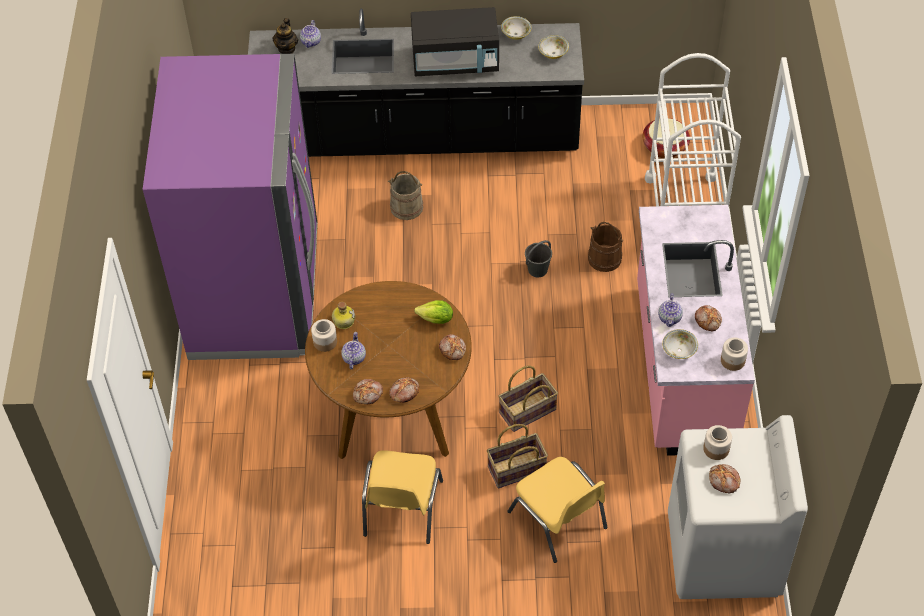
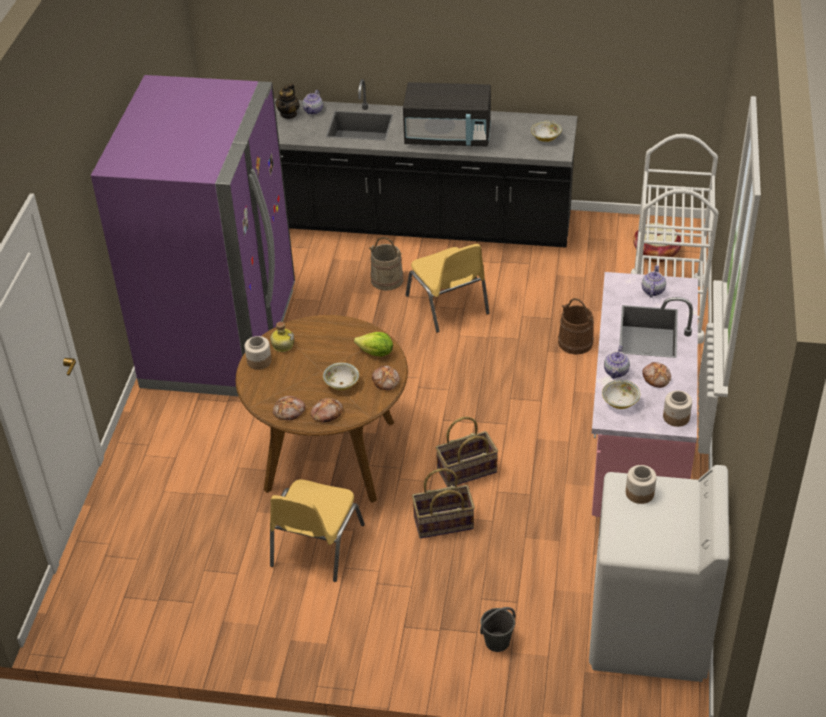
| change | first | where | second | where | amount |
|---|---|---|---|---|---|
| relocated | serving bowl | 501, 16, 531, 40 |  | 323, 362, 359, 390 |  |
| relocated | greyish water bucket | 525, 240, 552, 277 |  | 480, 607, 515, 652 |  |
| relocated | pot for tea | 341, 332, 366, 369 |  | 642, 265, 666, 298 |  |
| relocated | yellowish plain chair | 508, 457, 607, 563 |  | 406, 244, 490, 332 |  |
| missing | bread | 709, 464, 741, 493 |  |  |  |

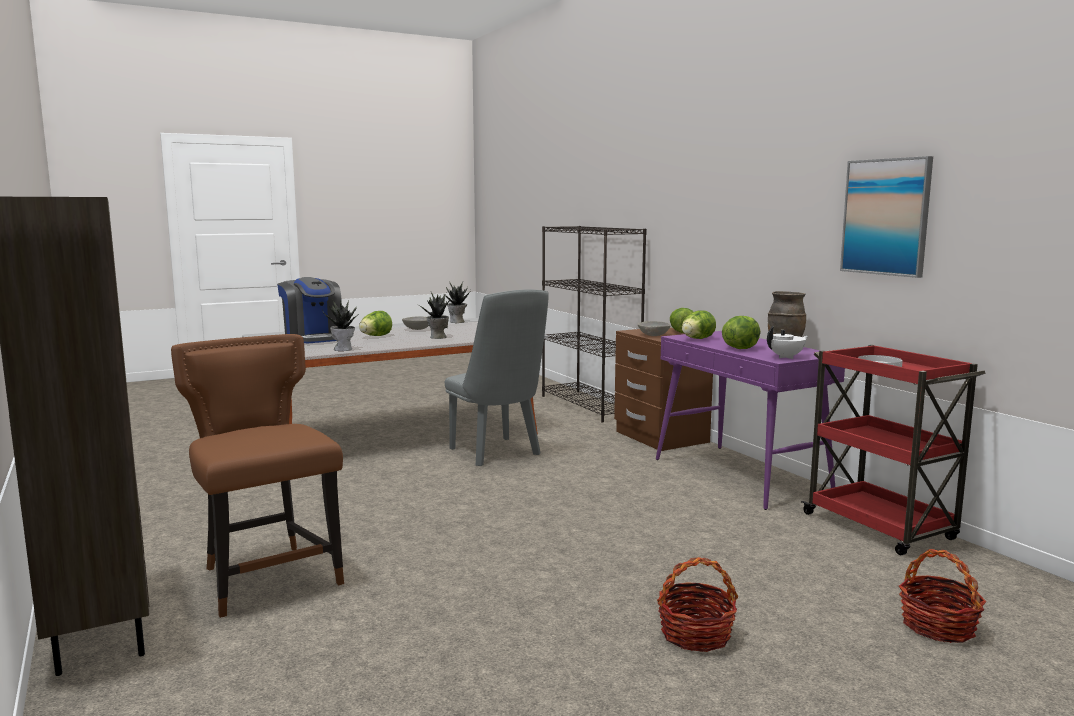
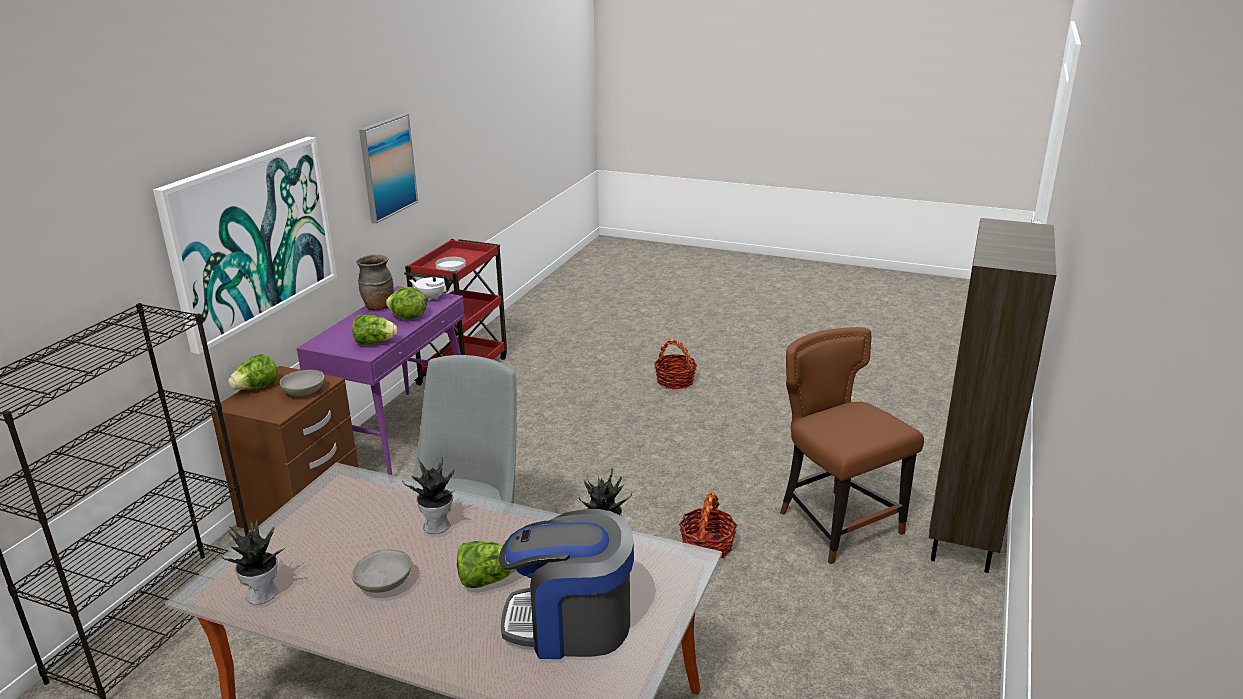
| change | first | where | second | where | amount |
|---|---|---|---|---|---|
| spun | coffee brewer | 277, 277, 342, 343 |  | 499, 509, 634, 659 | 105 degrees counterclockwise |
| spun | brown plain chair | 171, 334, 344, 618 |  | 780, 327, 924, 564 | 135 degrees clockwise |
| relocated | storage basket | 899, 549, 986, 643 |  | 679, 492, 737, 559 |  |
| appeared |  |  | wall art | 153, 137, 337, 354 |  |

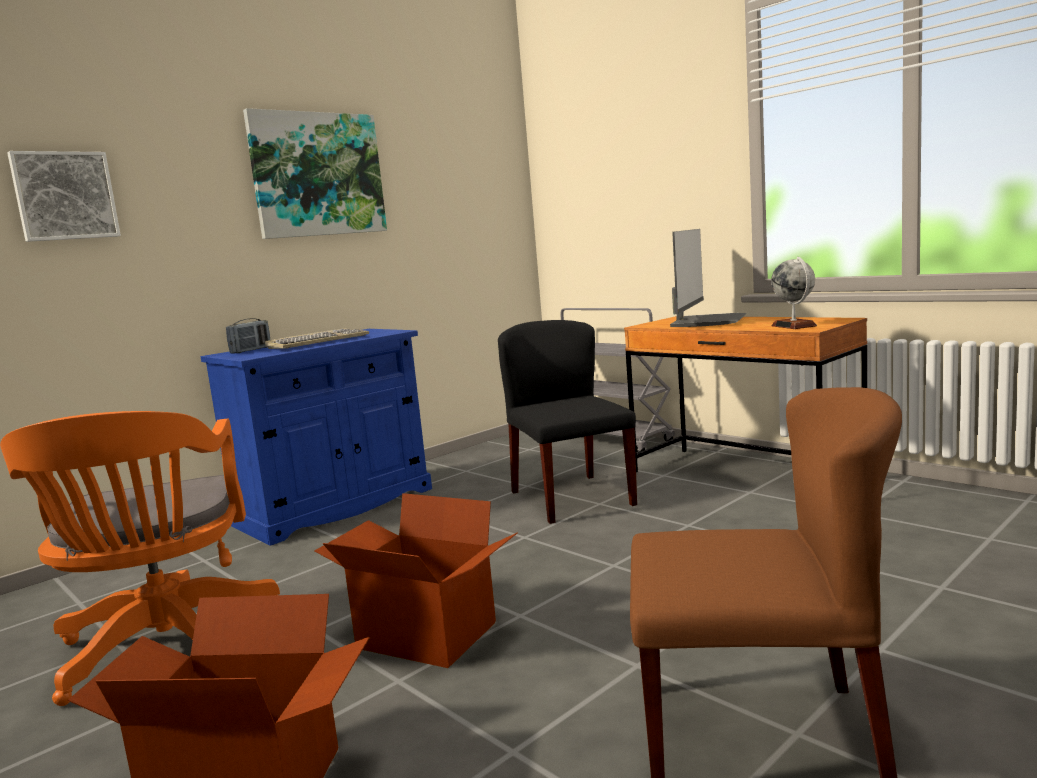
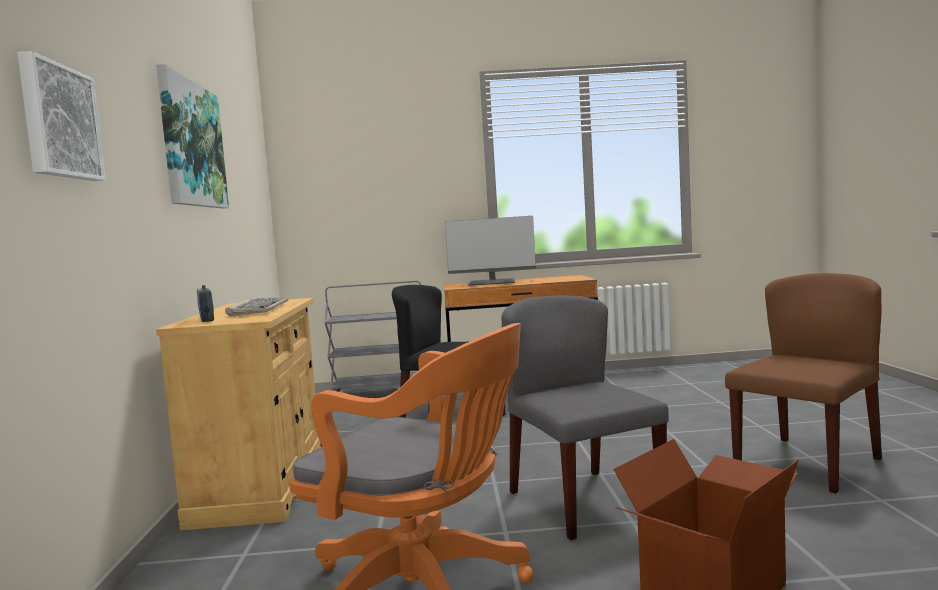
| change | first | where | second | where | amount |
|---|---|---|---|---|---|
| spun | monitor | 670, 229, 747, 327 |  | 445, 216, 536, 286 | 120 degrees clockwise |
| missing | desk globe | 771, 257, 817, 329 |  |  |  |
| colour | blue-coloured cupboard | 201, 329, 432, 546 | beige cupboard | 156, 298, 322, 531 |  |
| exchanged | carton | 314, 493, 517, 668 | greyish plain chair | 502, 295, 669, 540 |  |

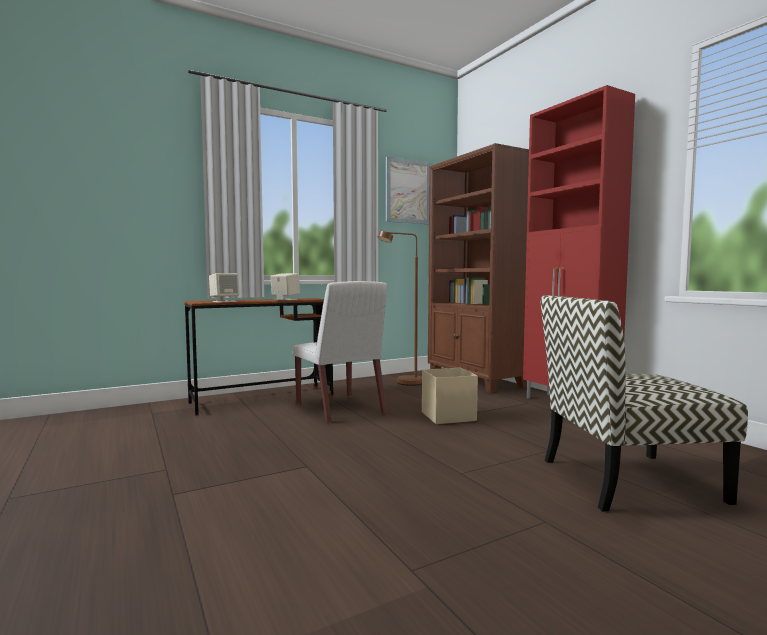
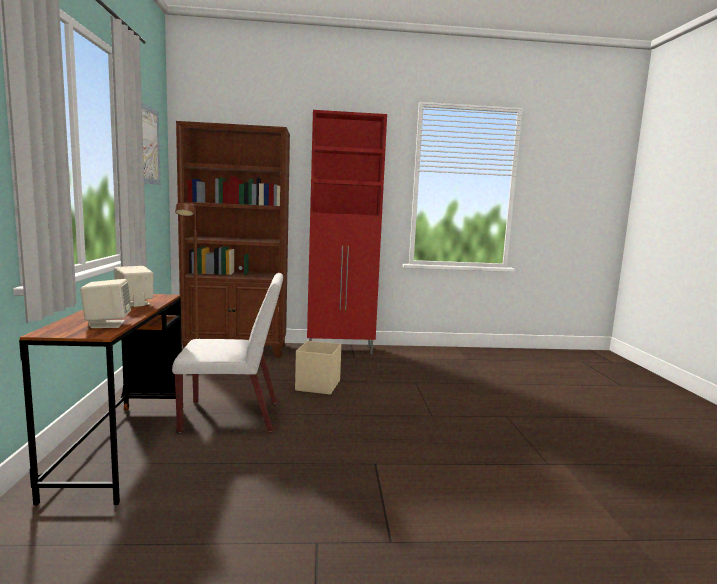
| change | first | where | second | where | amount |
|---|---|---|---|---|---|
| missing | plain chair | 541, 295, 748, 512 |  |  |  |

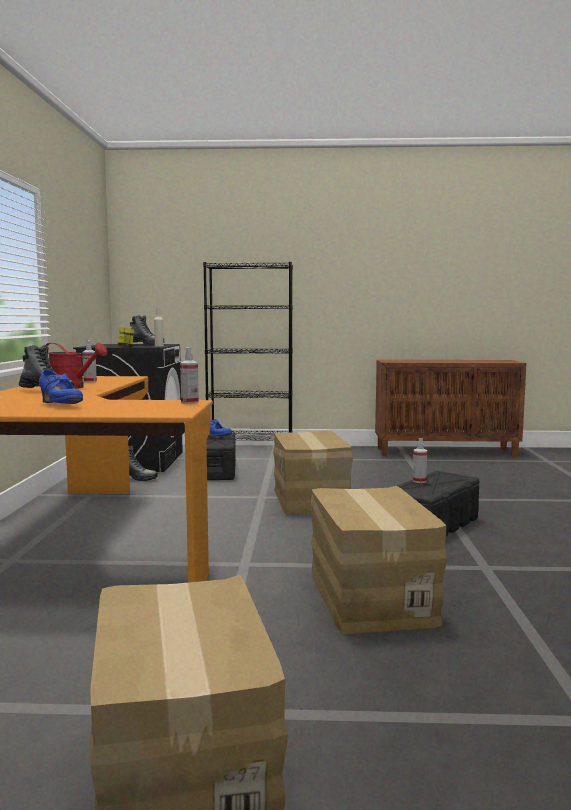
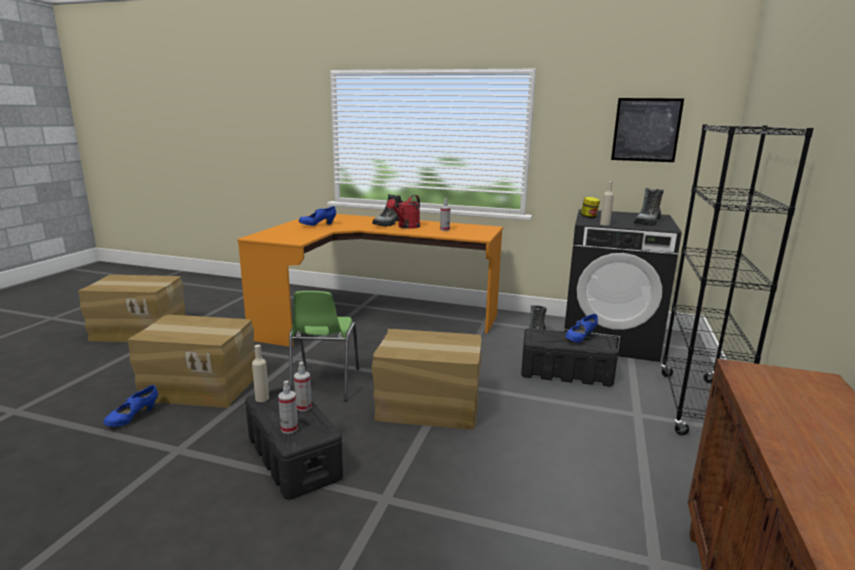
| change | first | where | second | where | amount |
|---|---|---|---|---|---|
| relocated | sprayer | 180, 347, 199, 404 |  | 278, 380, 298, 434 |  |
| appeared |  |  | wall art | 611, 98, 684, 162 |  |
| appeared |  |  | green plain chair | 289, 291, 359, 401 |  |
| appeared |  |  | beige beverage bottle | 252, 345, 269, 402 |  |
| appeared |  |  | blue-coloured item of footwear | 103, 385, 158, 427 |  |

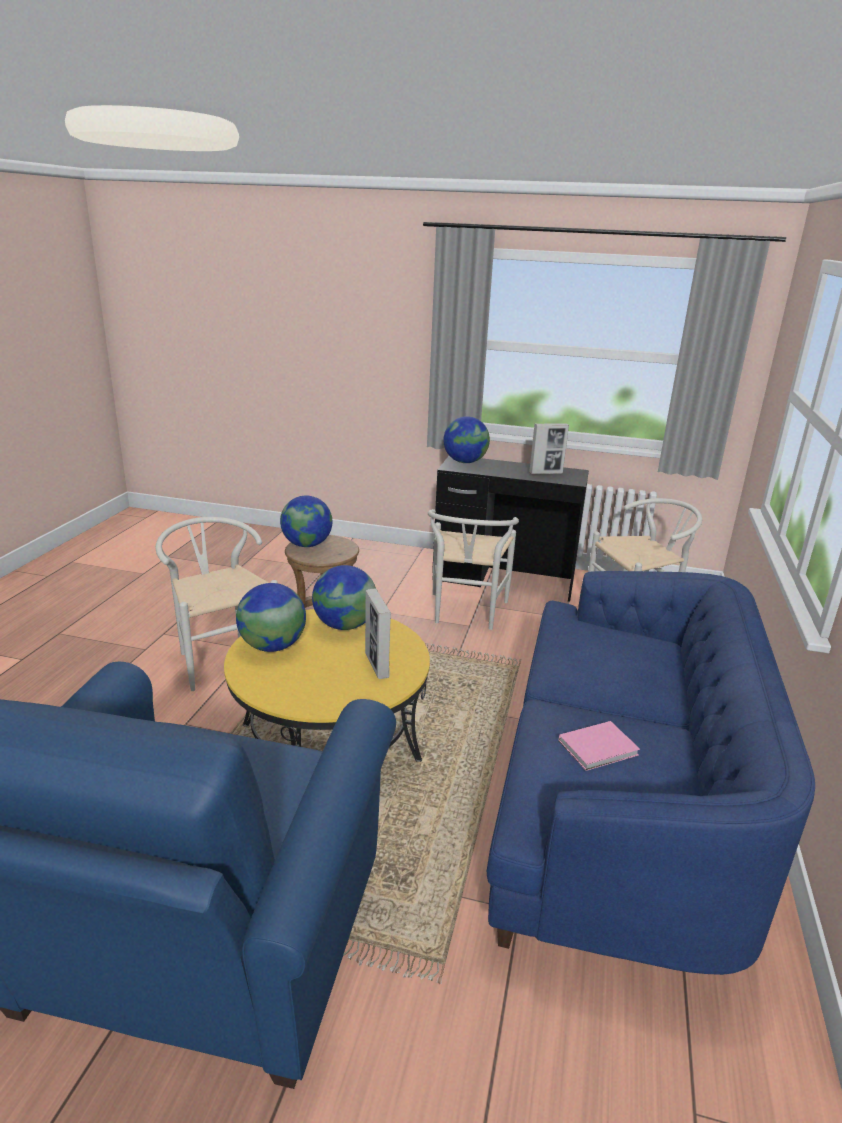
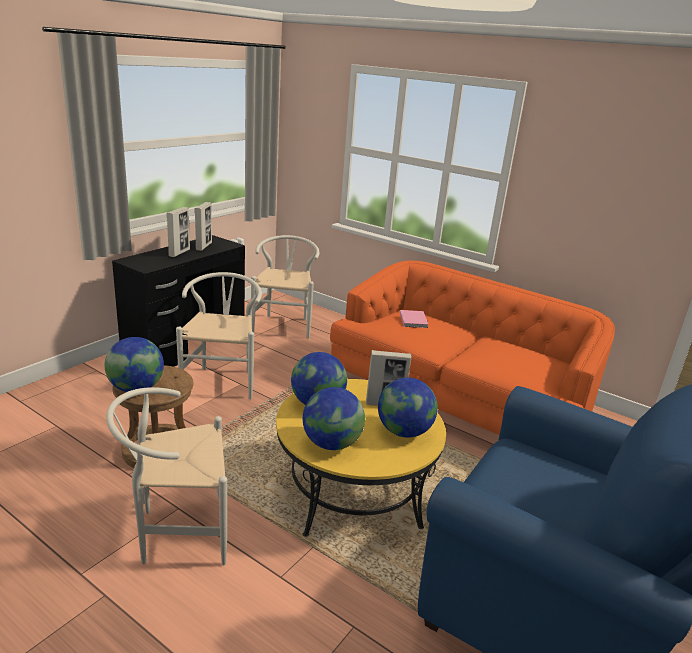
| change | first | where | second | where | amount |
|---|---|---|---|---|---|
| relocated | desk globe | 443, 416, 490, 463 |  | 378, 378, 438, 438 |  |
| spun | white plain chair | 428, 509, 519, 630 |  | 176, 272, 262, 399 | 120 degrees counterclockwise |
| colour | blue-coloured settee | 487, 571, 815, 975 | orange settee | 330, 261, 615, 435 |  |
| relocated | pink volume | 559, 721, 640, 771 |  | 400, 310, 429, 328 |  |
| appeared |  |  | standing frame | 166, 207, 190, 257 |  |

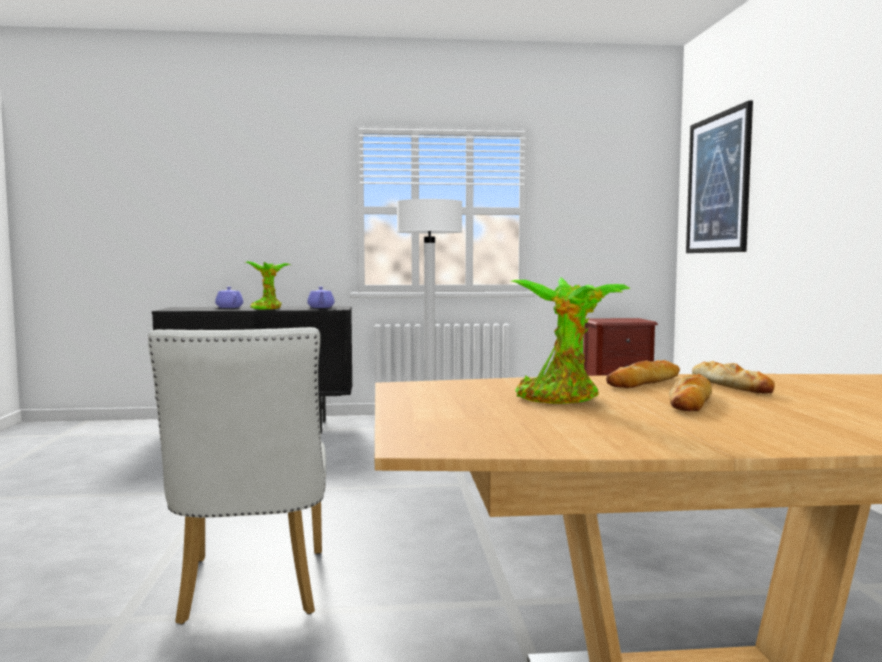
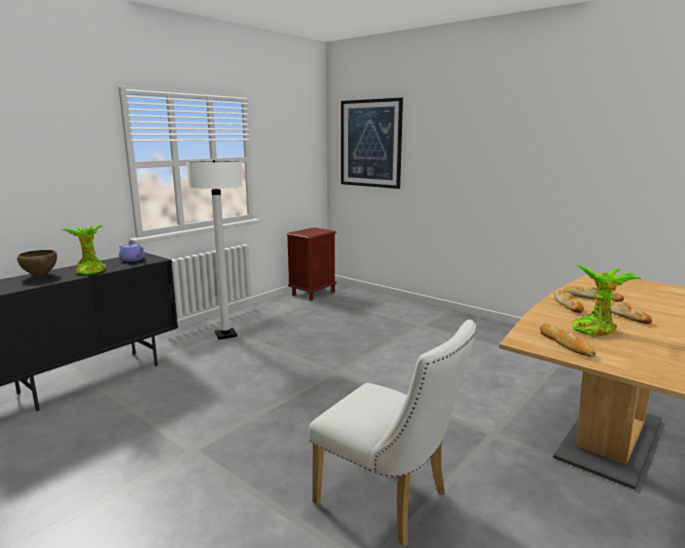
| change | first | where | second | where | amount |
|---|---|---|---|---|---|
| exchanged | purplish pot for tea | 215, 287, 243, 308 | brown serving bowl | 17, 250, 57, 276 |  |
| appeared |  |  | bread | 540, 324, 596, 357 |  |

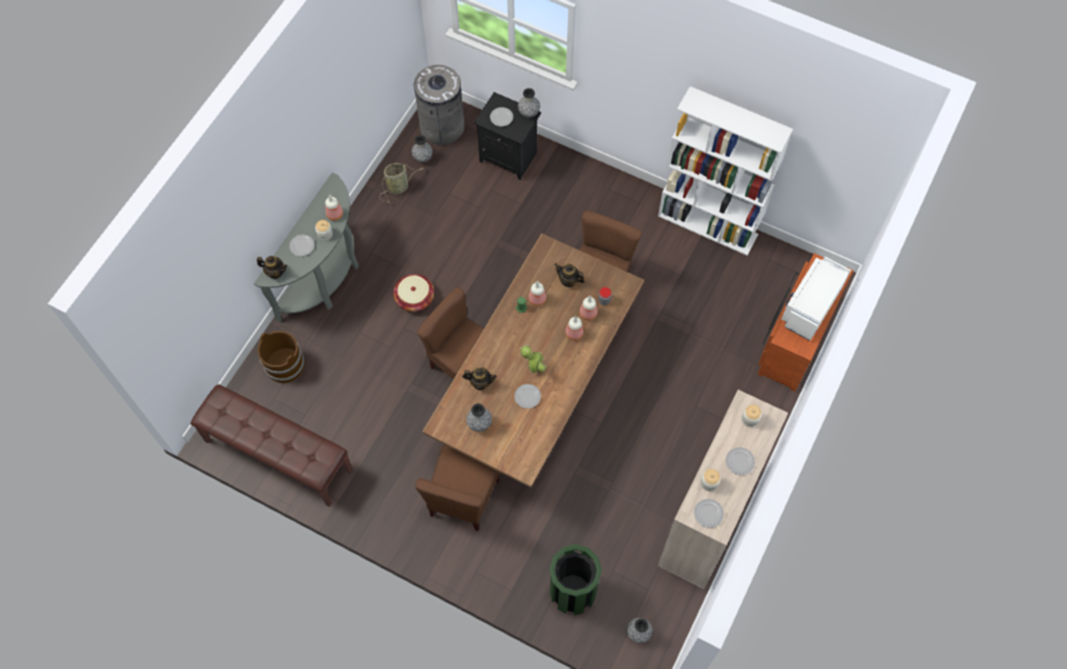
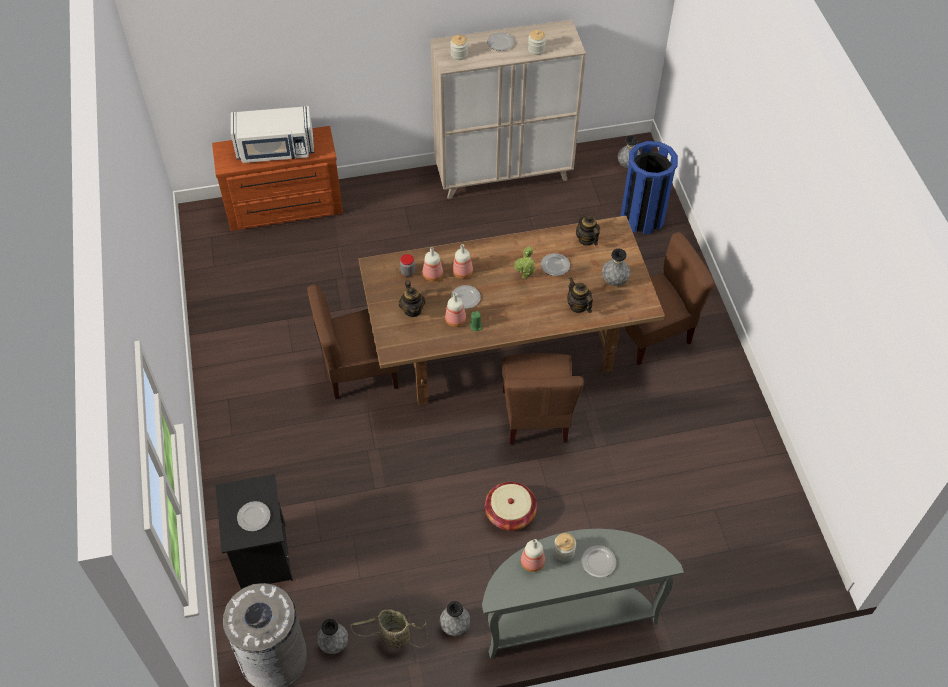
| change | first | where | second | where | amount |
|---|---|---|---|---|---|
| missing | white bookcase | 658, 86, 793, 256 |  |  |  |
| relocated | greyish vase | 518, 88, 540, 117 |  | 440, 601, 471, 636 |  |
| relocated | pot for tea | 257, 256, 287, 279 |  | 576, 211, 600, 246 |  |
| missing | brown water bucket | 258, 331, 304, 383 |  |  |  |
| missing | brown long seat | 191, 384, 353, 507 |  |  |  |
| relocated | dinner plate | 694, 499, 724, 528 |  | 451, 285, 481, 309 |  |
| colour | green rubbish bin | 549, 544, 602, 615 | blue-coloured rubbish bin | 621, 141, 678, 234 |  |

